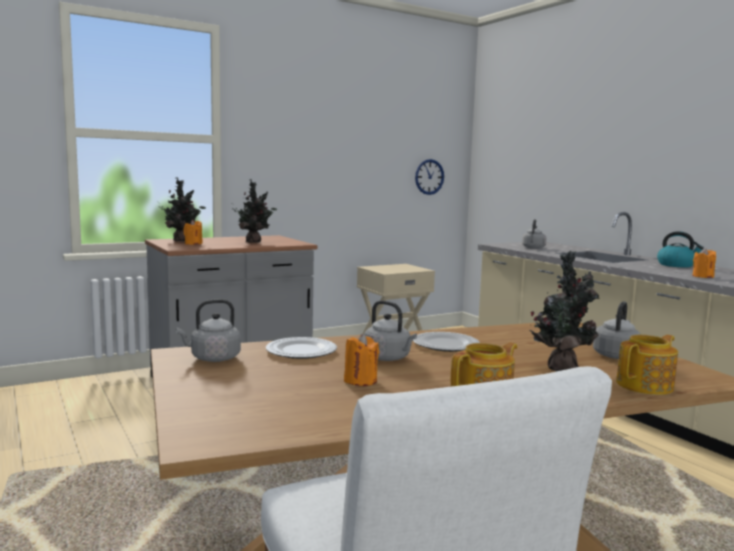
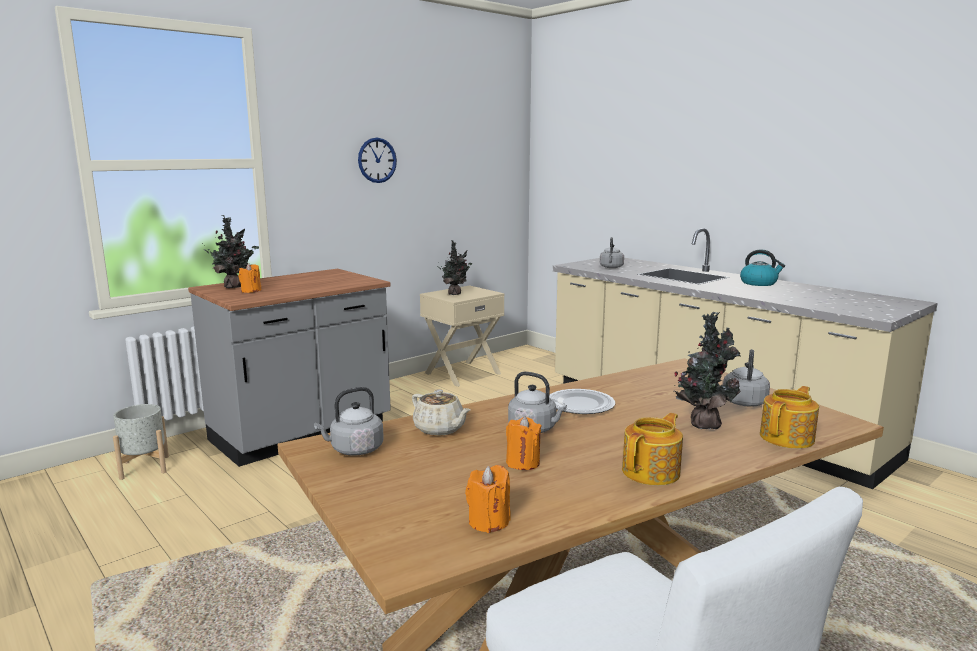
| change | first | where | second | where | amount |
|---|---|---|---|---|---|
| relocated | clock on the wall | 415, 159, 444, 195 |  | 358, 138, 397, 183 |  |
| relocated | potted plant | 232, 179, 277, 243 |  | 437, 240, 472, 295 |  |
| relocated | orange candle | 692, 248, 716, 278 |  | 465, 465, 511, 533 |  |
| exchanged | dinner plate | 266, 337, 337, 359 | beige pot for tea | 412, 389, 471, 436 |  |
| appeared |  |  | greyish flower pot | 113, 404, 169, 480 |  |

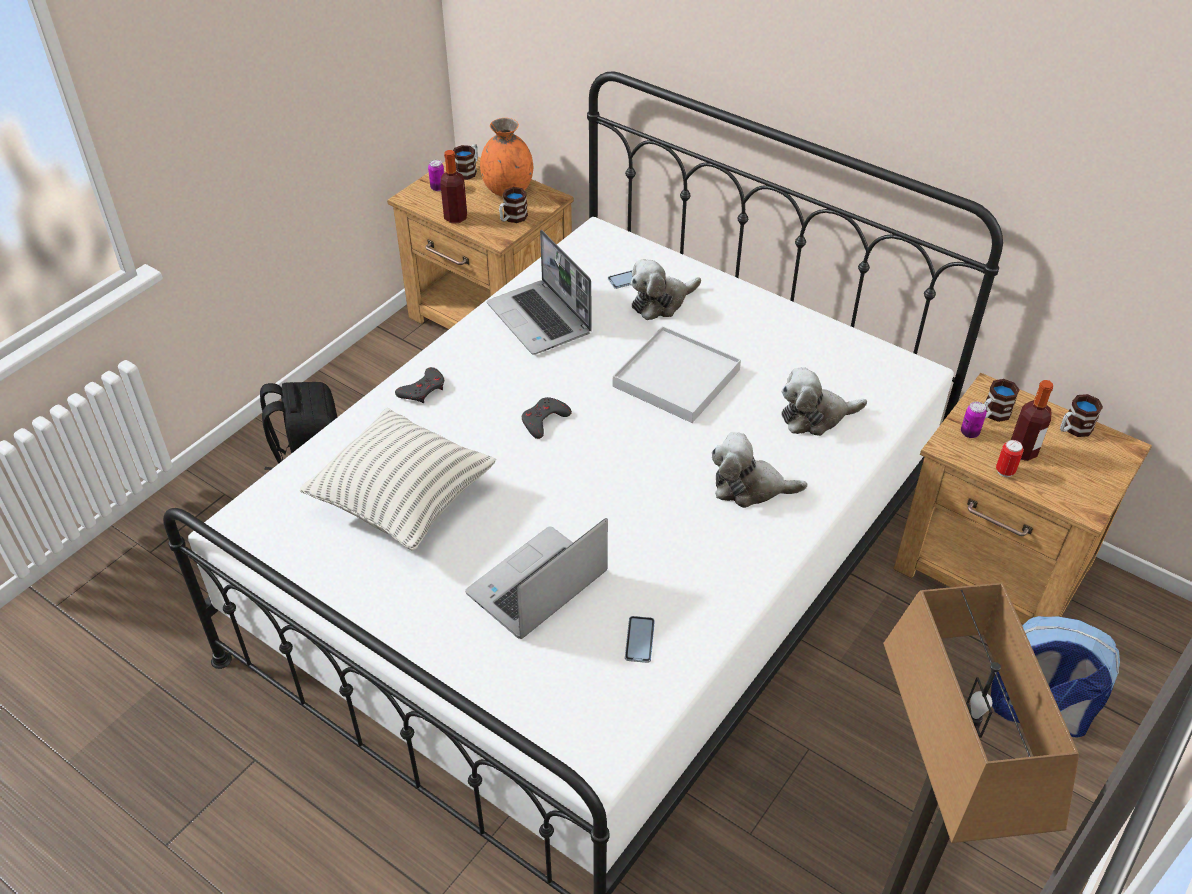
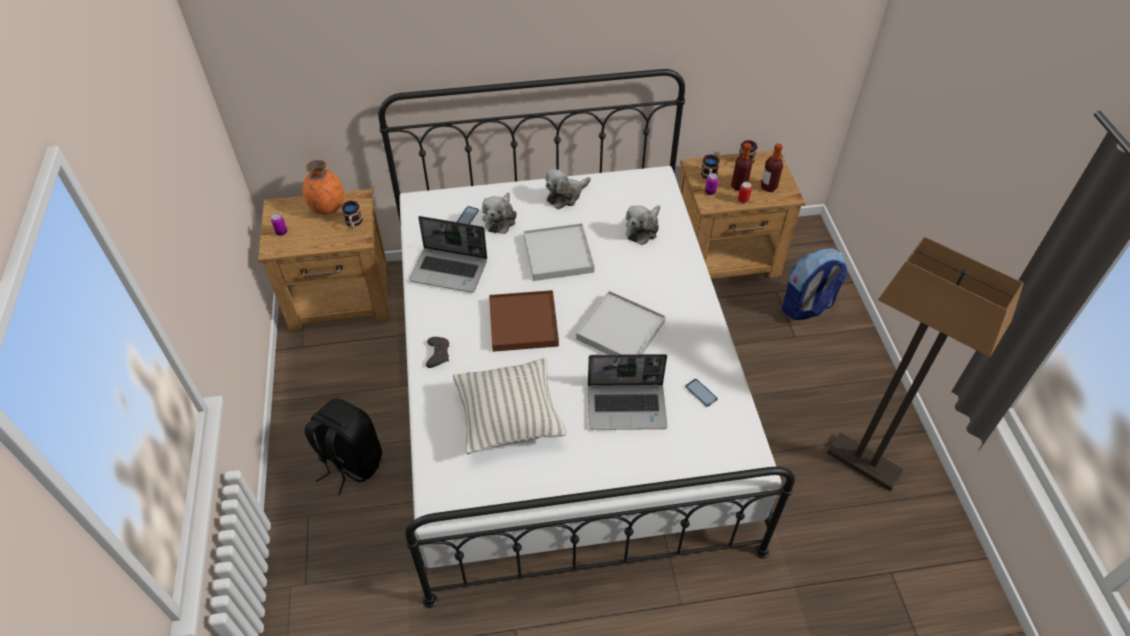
| change | first | where | second | where | amount |
|---|---|---|---|---|---|
| missing | coffee mug | 453, 144, 478, 180 |  |  |  |
| relocated | beverage bottle | 440, 150, 467, 223 |  | 761, 144, 783, 192 |  |
| exchanged | greyish gamepad | 521, 397, 572, 439 | brown serving tray | 489, 290, 559, 352 |  |
| relocated | soft toy | 712, 432, 807, 508 |  | 546, 169, 591, 209 |  |
| spun | laptop | 465, 518, 608, 639 |  | 588, 354, 667, 430 | 90 degrees counterclockwise |
| appeared |  |  | white serving tray | 576, 291, 666, 355 |  |

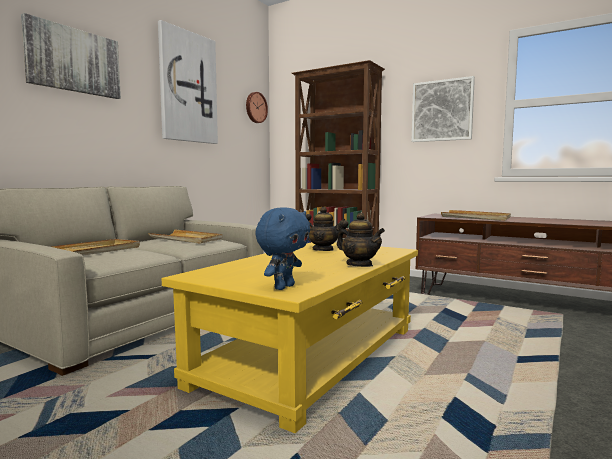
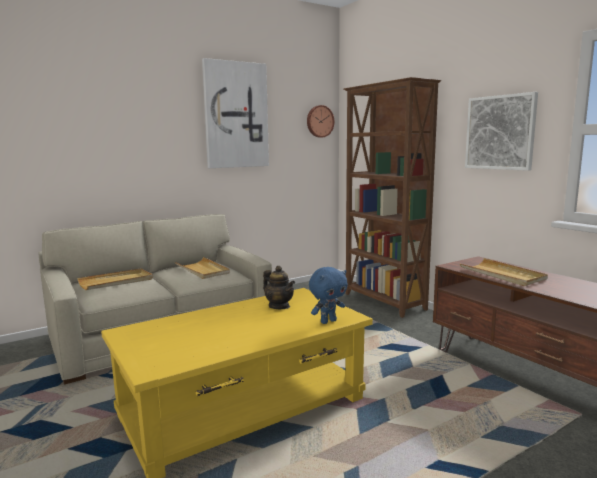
| change | first | where | second | where | amount |
|---|---|---|---|---|---|
| missing | wall art | 21, 13, 121, 99 |  |  |  |
| relocated | blue-coloured soft toy | 255, 207, 310, 290 |  | 309, 267, 348, 324 |  |
| missing | pot for tea | 337, 213, 385, 267 |  |  |  |

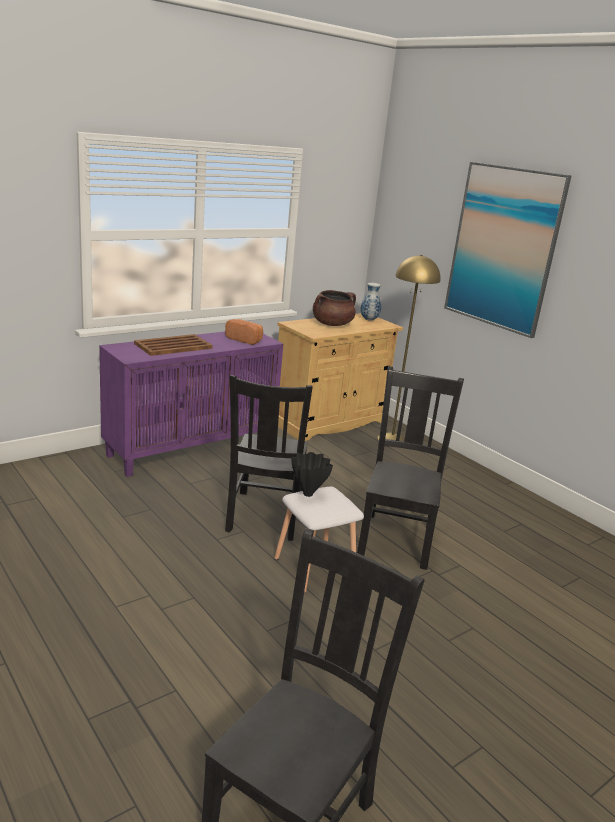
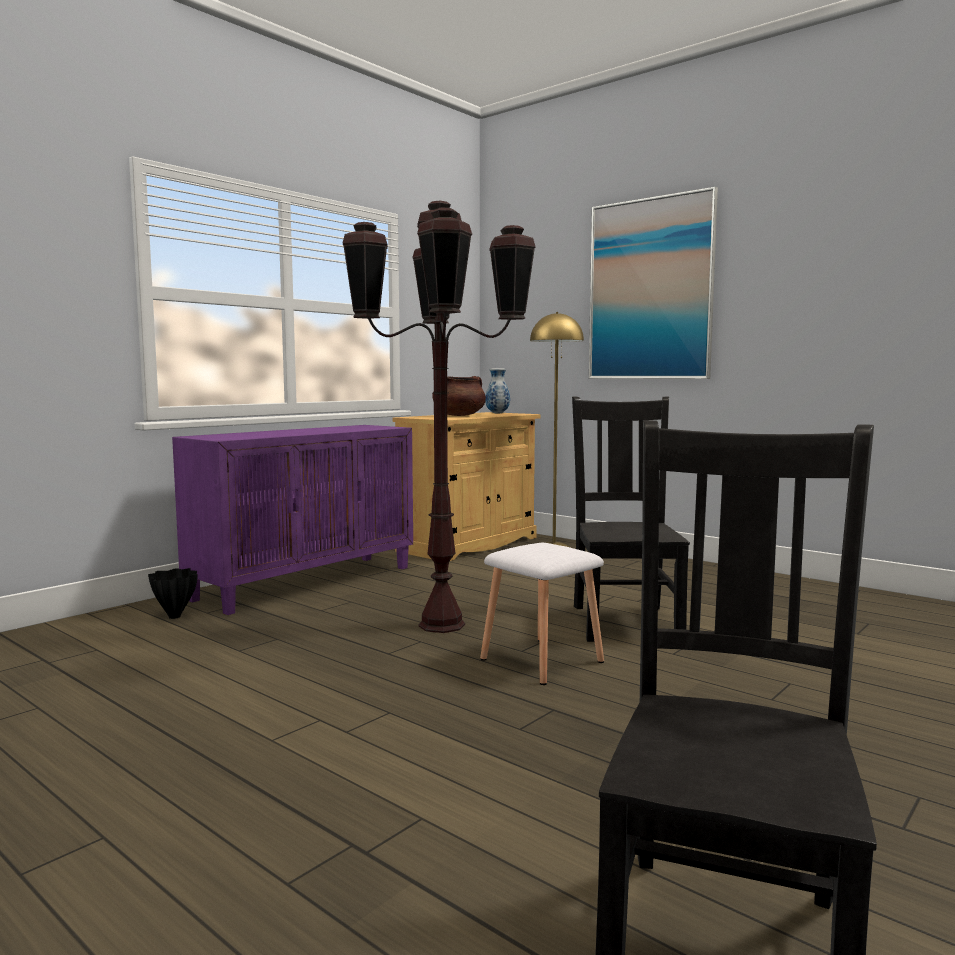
| change | first | where | second | where | amount |
|---|---|---|---|---|---|
| missing | bread | 225, 319, 263, 345 |  |  |  |
| missing | brown serving tray | 134, 334, 213, 356 |  |  |  |
| exchanged | black plain chair | 225, 375, 313, 541 | brown standing lamp | 343, 201, 536, 633 |  |
| relocated | black vase | 291, 452, 333, 497 |  | 148, 568, 198, 619 |  |

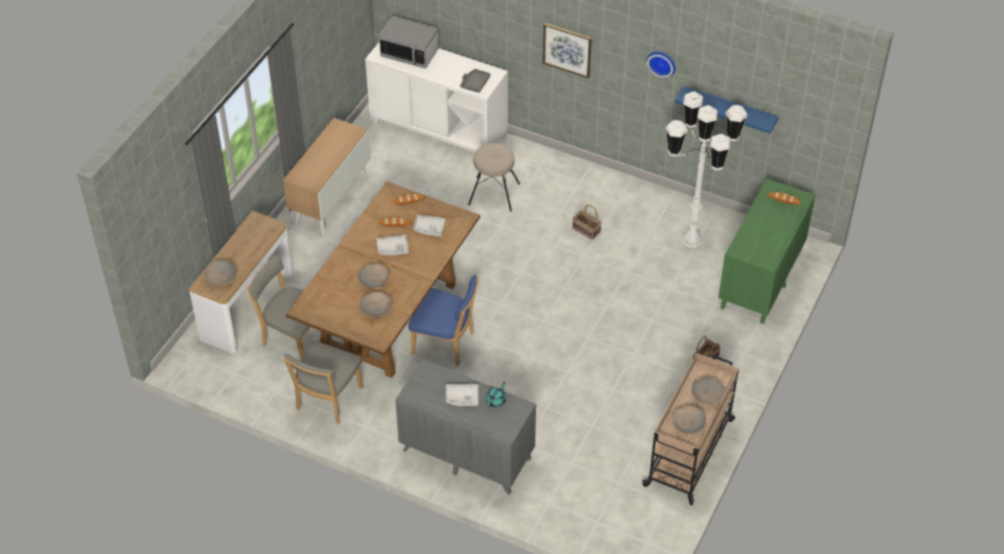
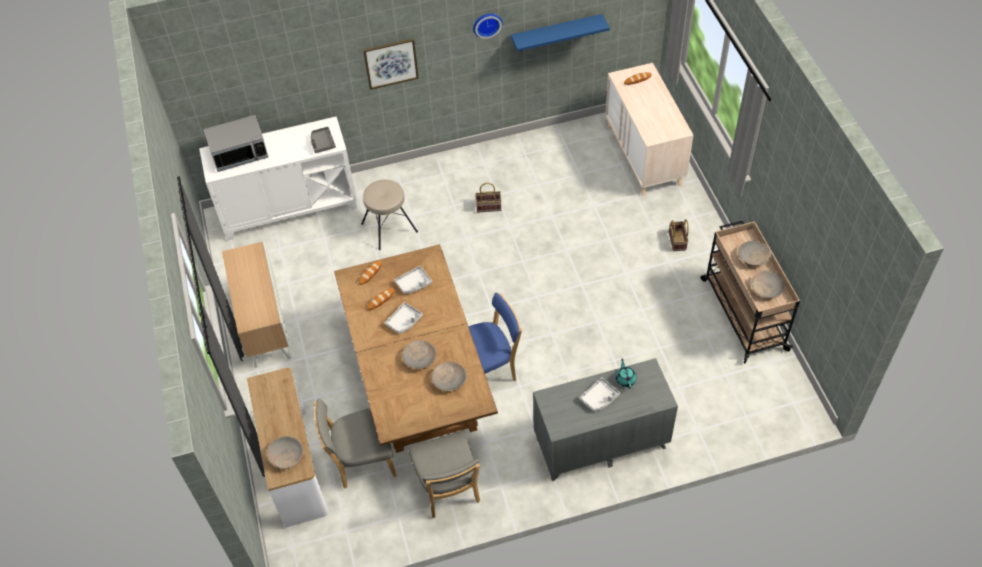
| change | first | where | second | where | amount |
|---|---|---|---|---|---|
| missing | white standing lamp | 665, 91, 748, 248 |  |  |  |
| colour | green dresser | 718, 178, 815, 324 | beige dresser | 605, 63, 694, 196 |  |

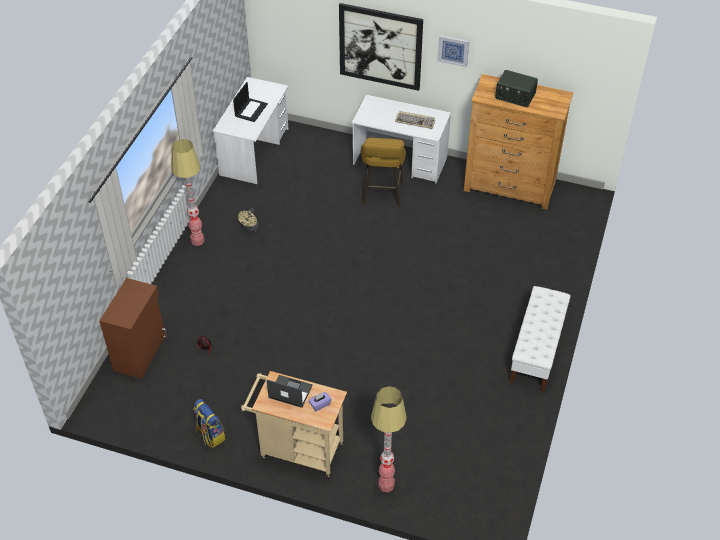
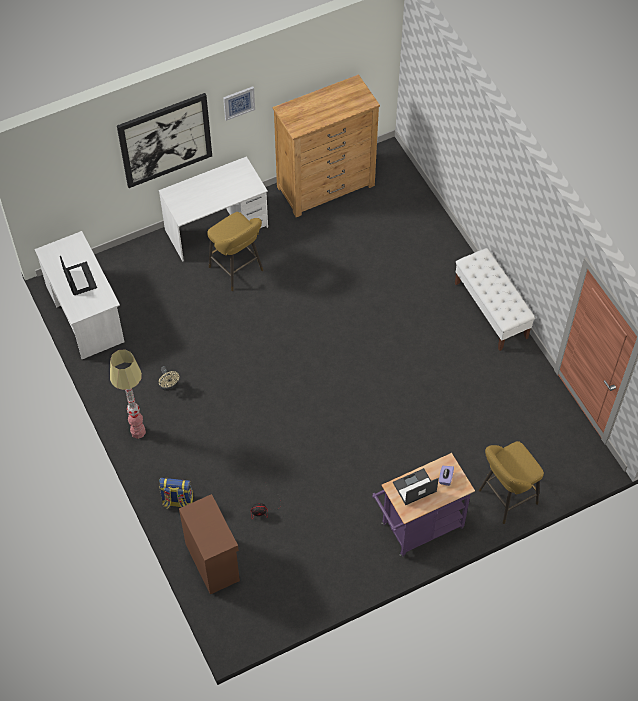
| change | first | where | second | where | amount |
|---|---|---|---|---|---|
| missing | radio | 495, 70, 538, 107 |  |  |  |
| missing | PC keyboard | 395, 111, 435, 129 |  |  |  |
| colour | beige cart | 241, 371, 347, 477 | purplish cart | 372, 453, 475, 557 |  |
| exchanged | standing lamp | 371, 386, 407, 492 | yellowish stool seat | 478, 441, 544, 524 |  |
| relocated | rucksack | 193, 399, 225, 448 |  | 159, 478, 193, 509 |  |

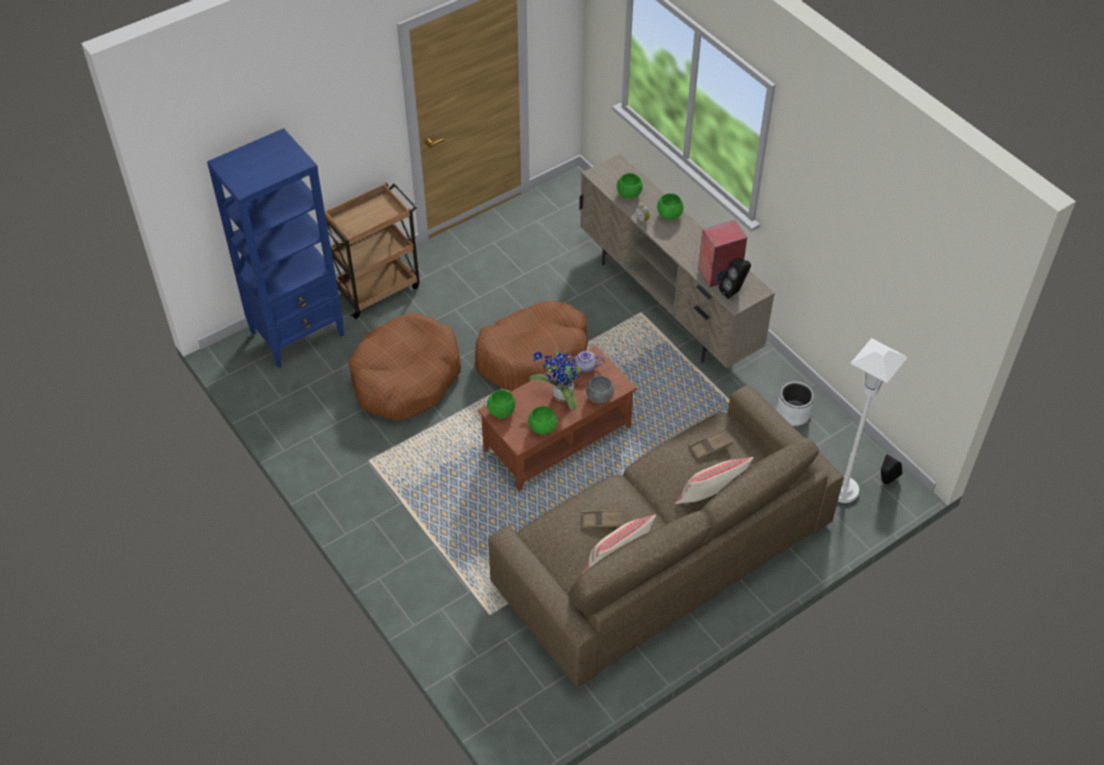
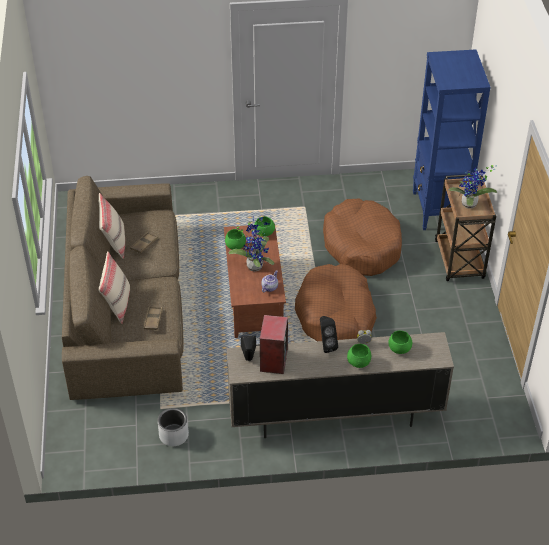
| change | first | where | second | where | amount |
|---|---|---|---|---|---|
| missing | white standing lamp | 838, 338, 908, 503 |  |  |  |
| missing | greyish serving bowl | 586, 376, 614, 403 |  |  |  |
| relocated | black speaker | 881, 454, 902, 484 |  | 320, 316, 338, 353 |  |
| appeared |  |  | potted plant | 449, 165, 497, 209 |  |

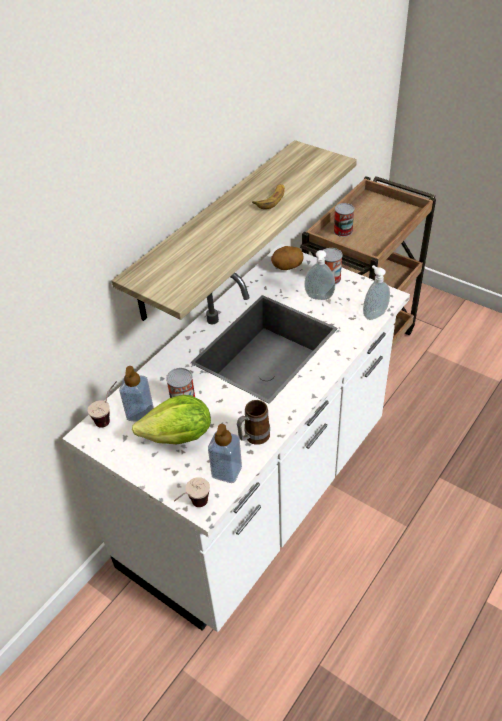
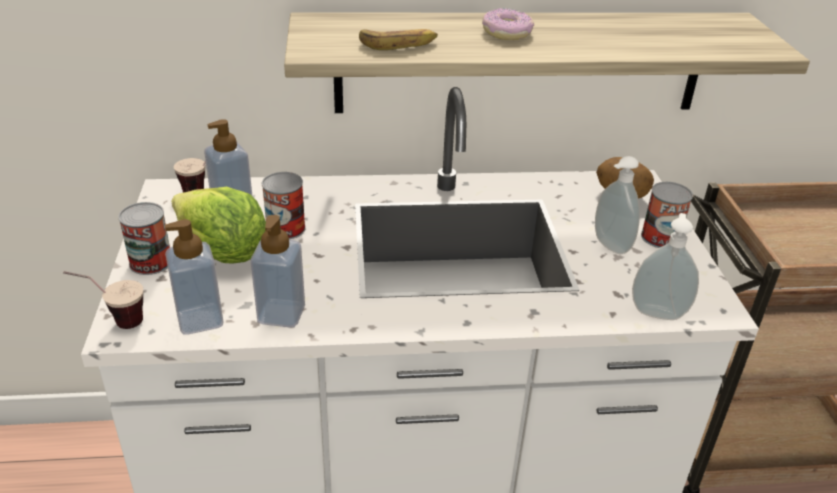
| change | first | where | second | where | amount |
|---|---|---|---|---|---|
| relocated | banana fruit | 252, 184, 285, 209 |  | 359, 29, 438, 50 |  |
| relocated | sealed can | 334, 203, 354, 237 |  | 118, 202, 170, 275 |  |
| exchanged | coffee mug | 237, 400, 270, 445 | soap dispenser | 250, 215, 305, 328 |  |
| appeared |  |  | ring doughnut | 482, 8, 534, 40 |  |

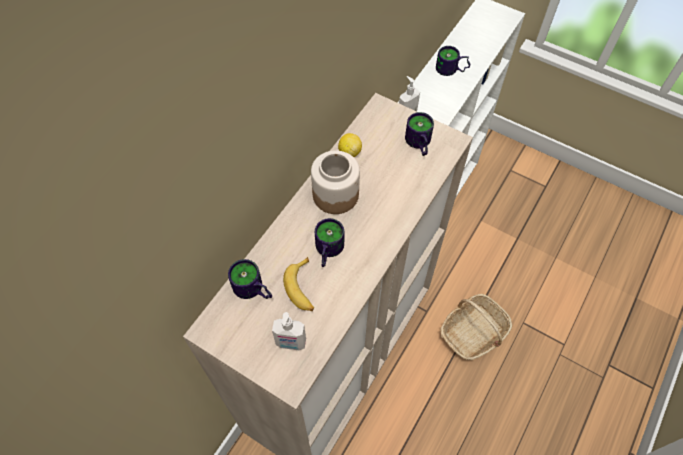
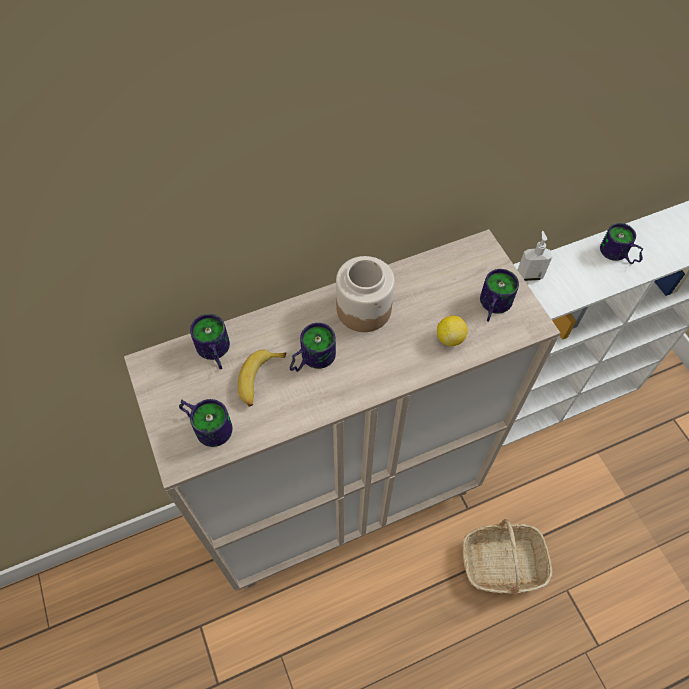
| change | first | where | second | where | amount |
|---|---|---|---|---|---|
| relocated | lemon | 338, 133, 362, 157 |  | 437, 315, 468, 346 |  |
| exchanged | soap dispenser | 272, 312, 306, 350 | coffee mug | 179, 399, 232, 447 |  |

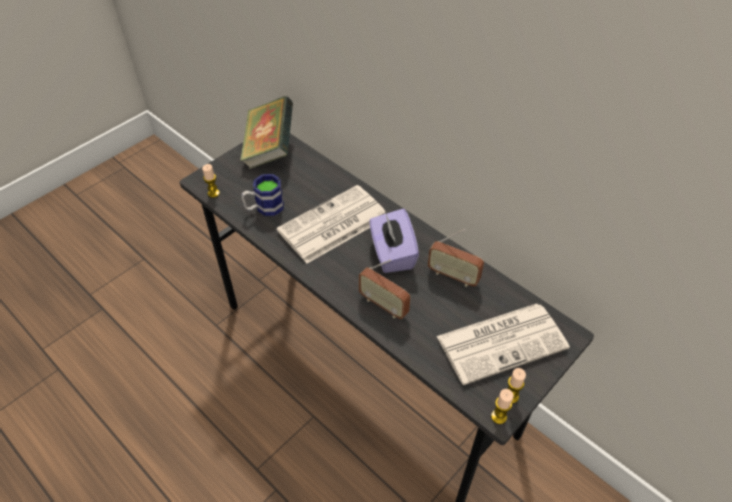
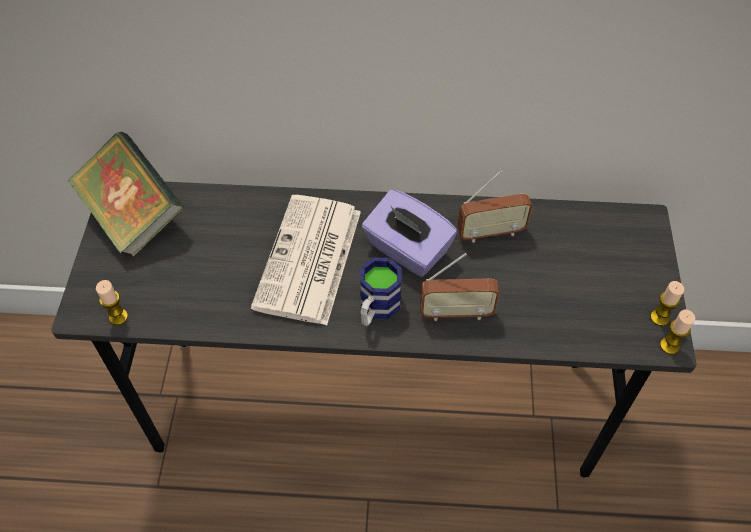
| change | first | where | second | where | amount |
|---|---|---|---|---|---|
| relocated | coffee mug | 241, 174, 284, 216 |  | 360, 257, 402, 326 |  |
| missing | printed paper | 437, 304, 570, 385 |  |  |  |

